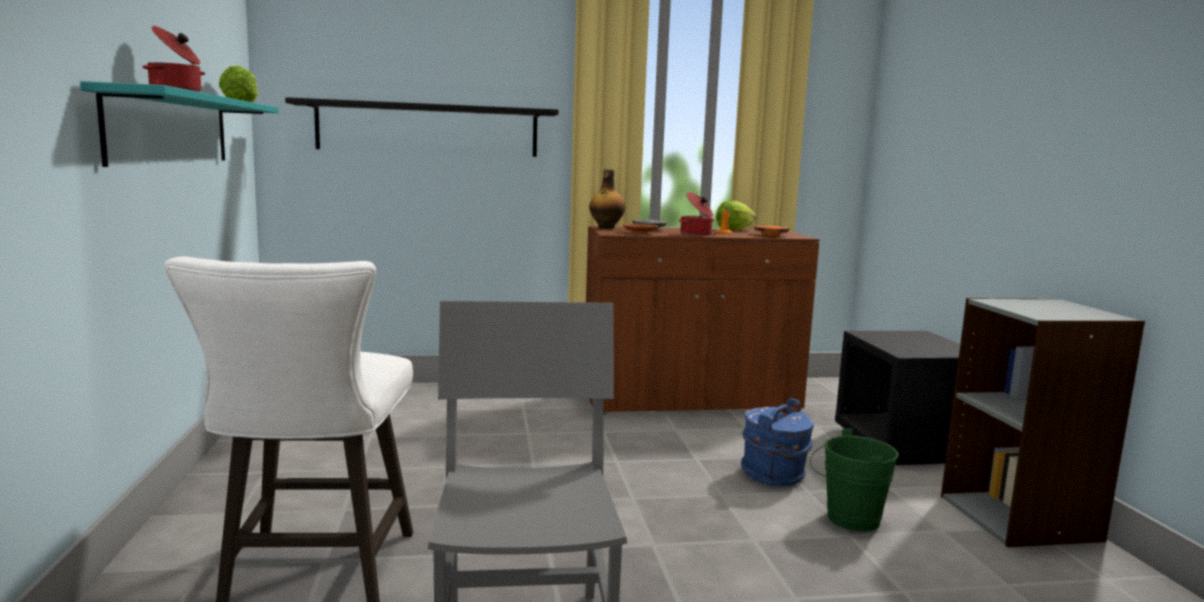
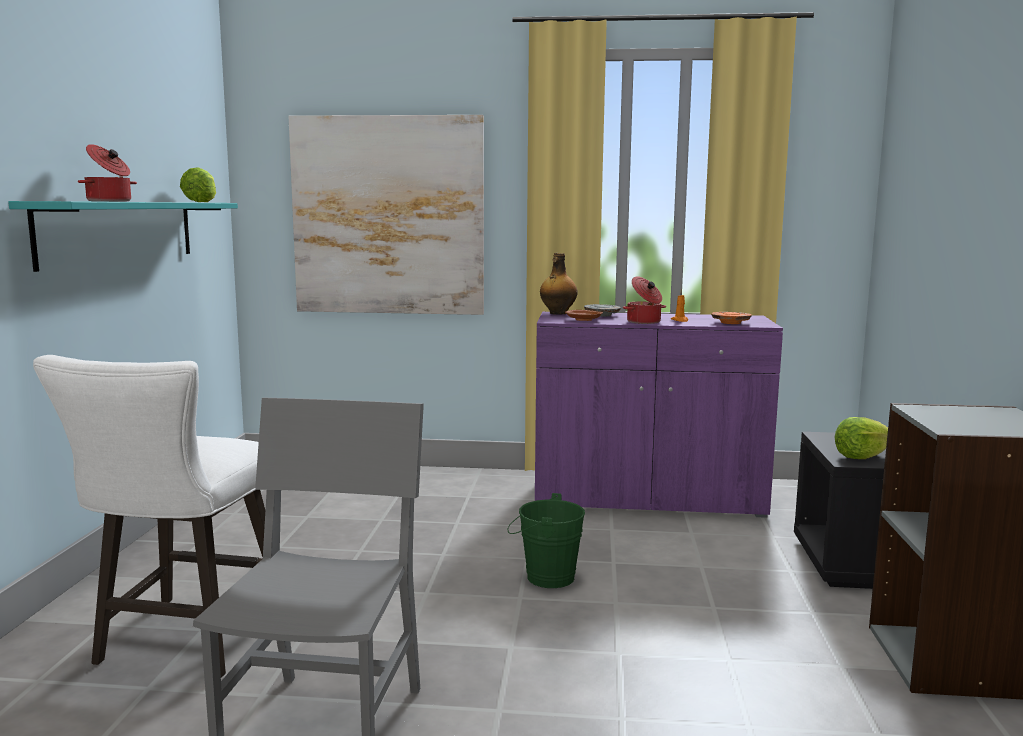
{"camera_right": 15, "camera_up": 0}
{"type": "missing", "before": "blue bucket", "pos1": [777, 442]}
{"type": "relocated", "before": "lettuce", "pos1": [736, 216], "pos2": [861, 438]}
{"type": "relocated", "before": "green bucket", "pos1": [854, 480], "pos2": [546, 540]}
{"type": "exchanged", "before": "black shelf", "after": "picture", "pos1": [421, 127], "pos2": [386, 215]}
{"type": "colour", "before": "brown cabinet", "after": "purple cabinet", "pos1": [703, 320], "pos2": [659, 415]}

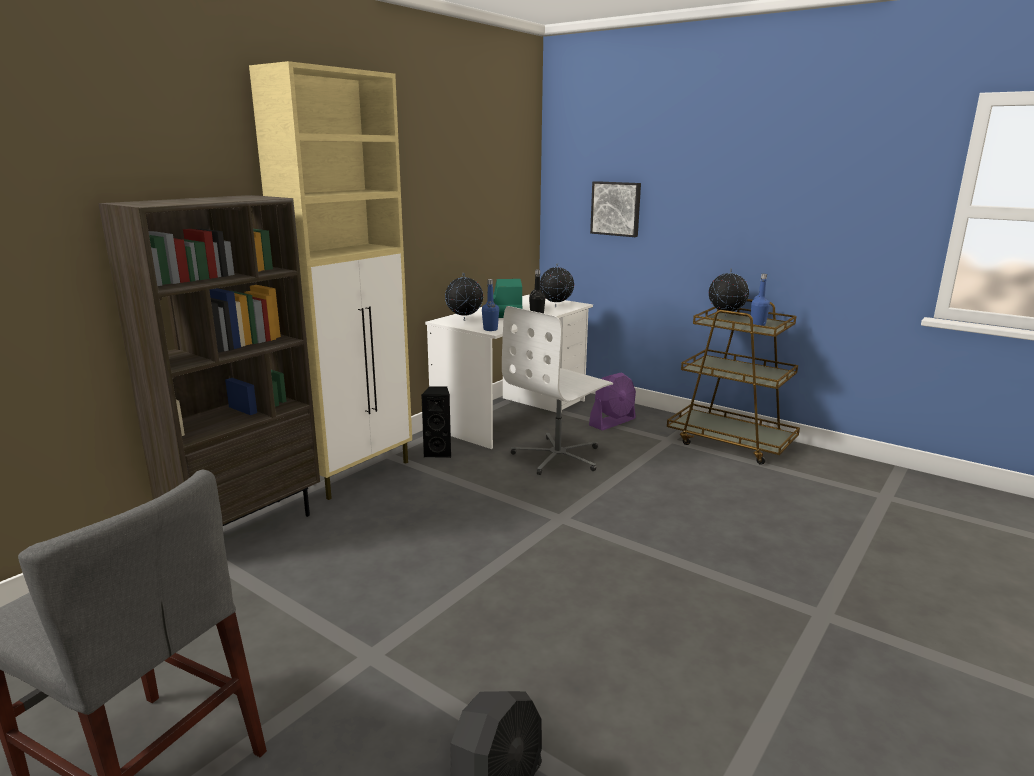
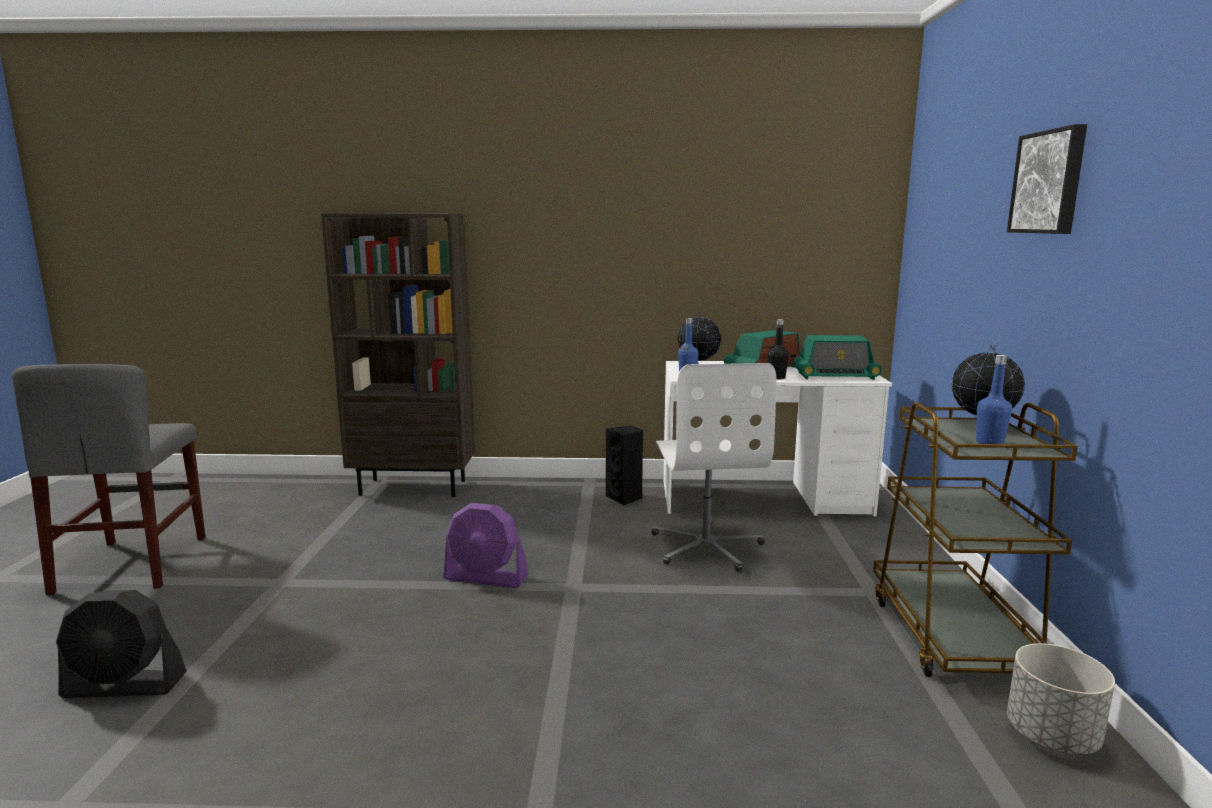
{"camera_right": 55, "camera_up": -5}
{"type": "missing", "before": "beige cabinet", "pos1": [330, 280]}
{"type": "appeared", "after": "grey planter", "pos2": [1061, 699]}
{"type": "relocated", "before": "purple fan", "pos1": [612, 401], "pos2": [486, 545]}
{"type": "relocated", "before": "picture", "pos1": [615, 209], "pos2": [1047, 179]}
{"type": "exchanged", "before": "globe", "after": "radio", "pos1": [557, 285], "pos2": [837, 357]}
{"type": "spun", "before": "white office chair", "pos1": [557, 390], "pos2": [714, 467], "turn": -105}

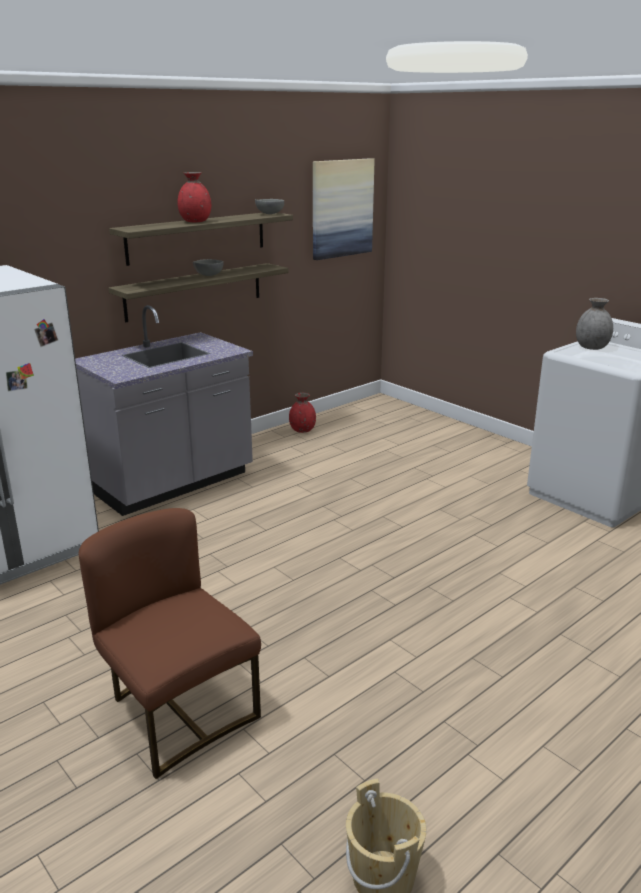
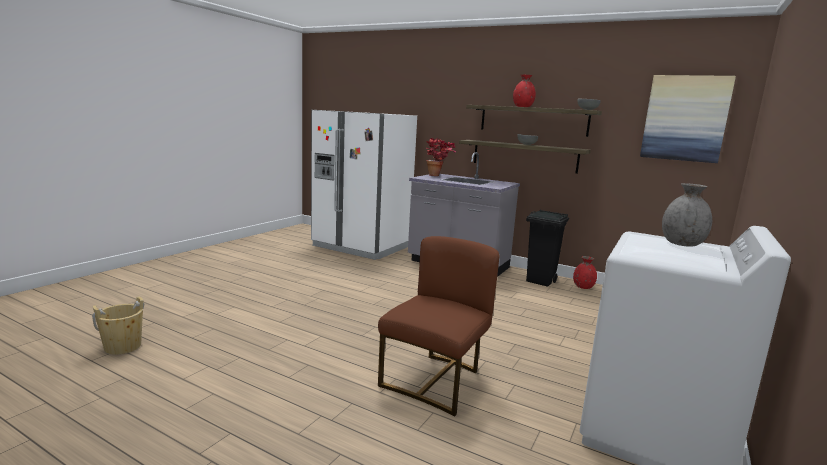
{"camera_right": 70, "camera_up": -10}
{"type": "appeared", "after": "potted plant", "pos2": [441, 157]}
{"type": "appeared", "after": "black trash can", "pos2": [547, 248]}
{"type": "relocated", "before": "brown chair", "pos1": [169, 643], "pos2": [438, 326]}

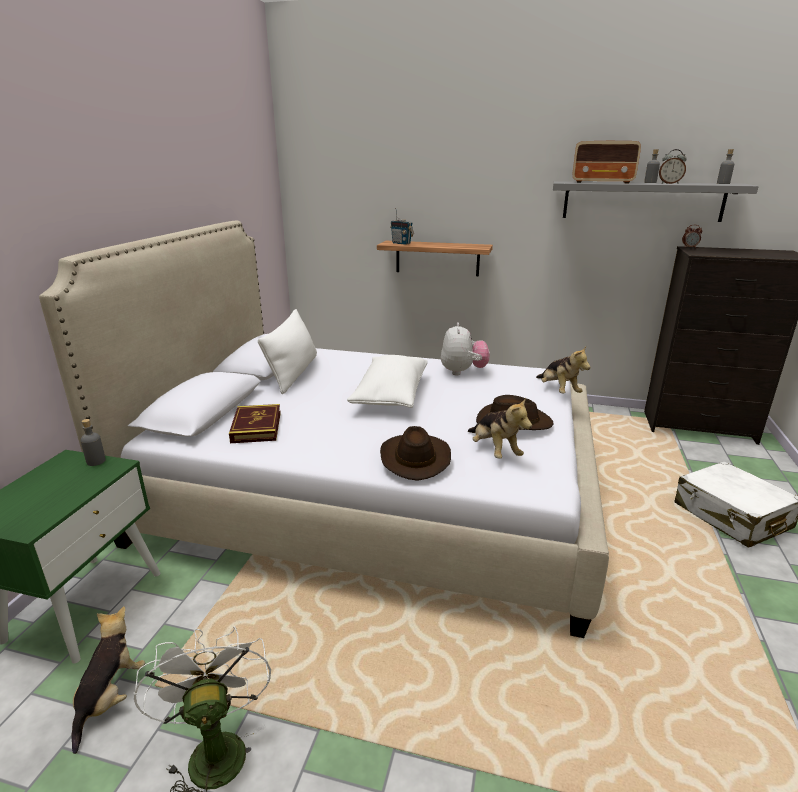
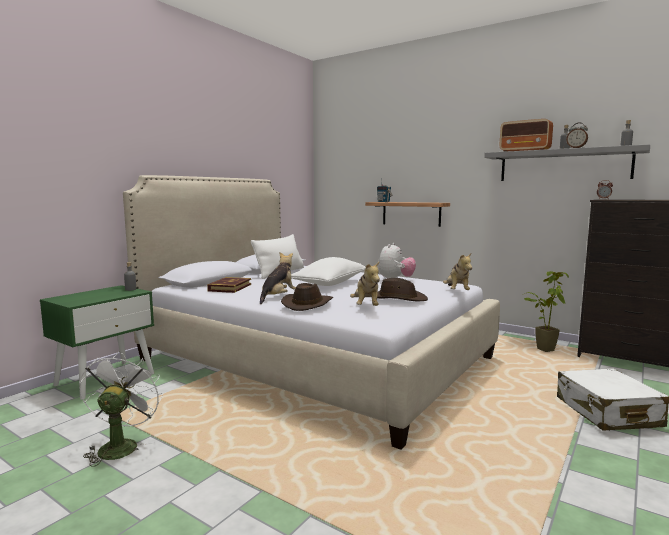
{"camera_right": 20, "camera_up": -15}
{"type": "appeared", "after": "potted plant", "pos2": [546, 311]}
{"type": "relocated", "before": "plush toy", "pos1": [108, 680], "pos2": [278, 278]}

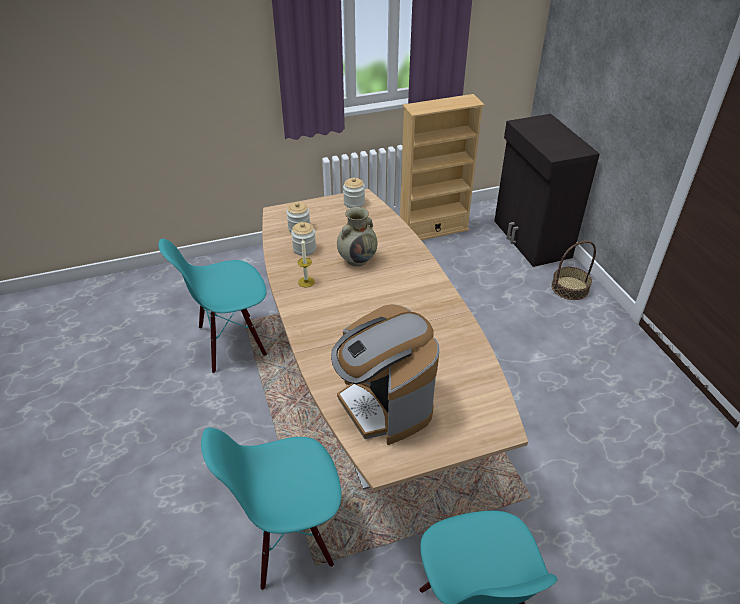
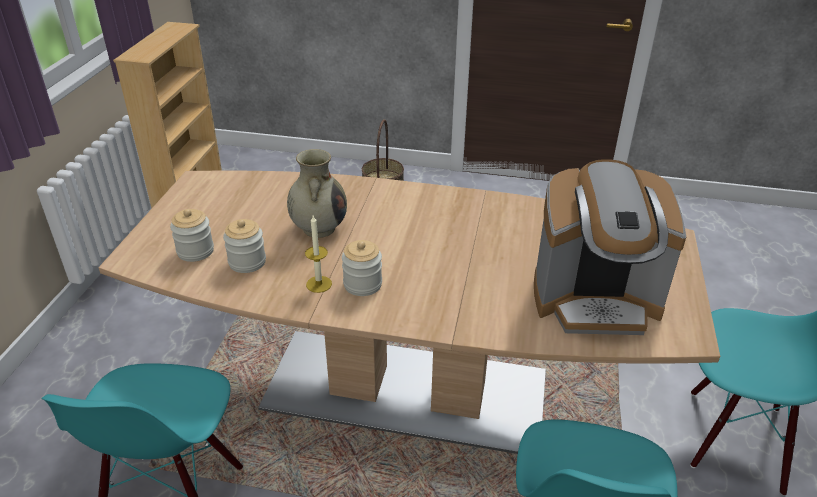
{"camera_right": -60, "camera_up": -5}
{"type": "missing", "before": "black cabinet", "pos1": [547, 190]}
{"type": "relocated", "before": "jar", "pos1": [354, 193], "pos2": [362, 268]}

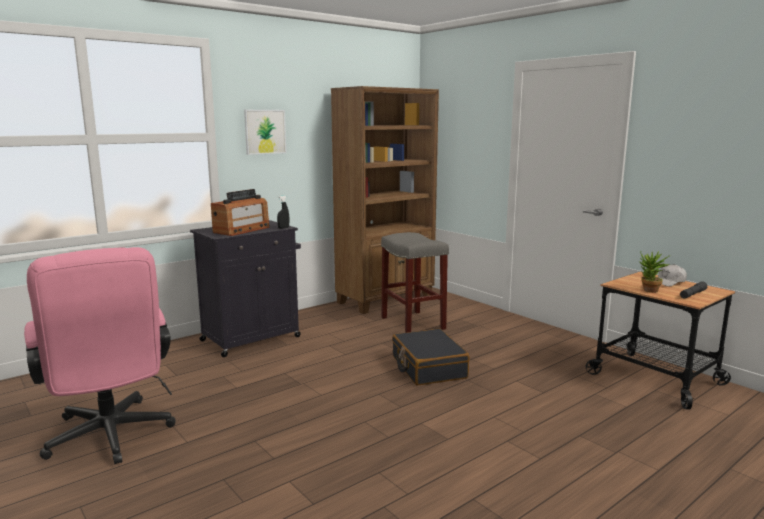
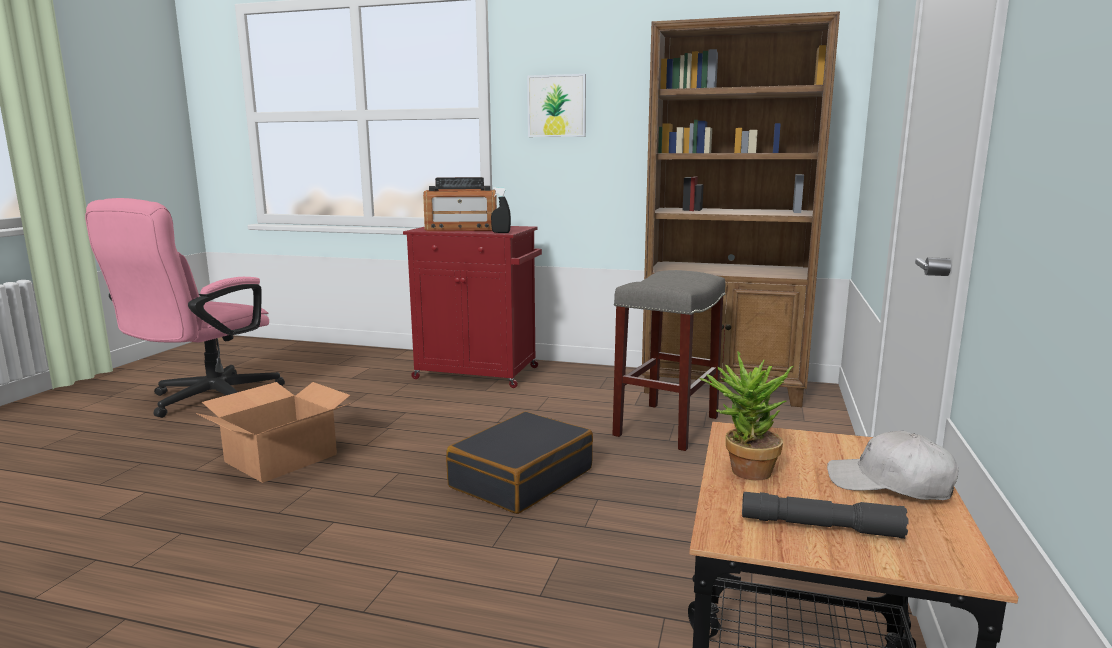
{"camera_right": 55, "camera_up": 0}
{"type": "appeared", "after": "cardboard box", "pos2": [273, 432]}
{"type": "colour", "before": "black cabinet", "after": "red cabinet", "pos1": [245, 288], "pos2": [472, 307]}

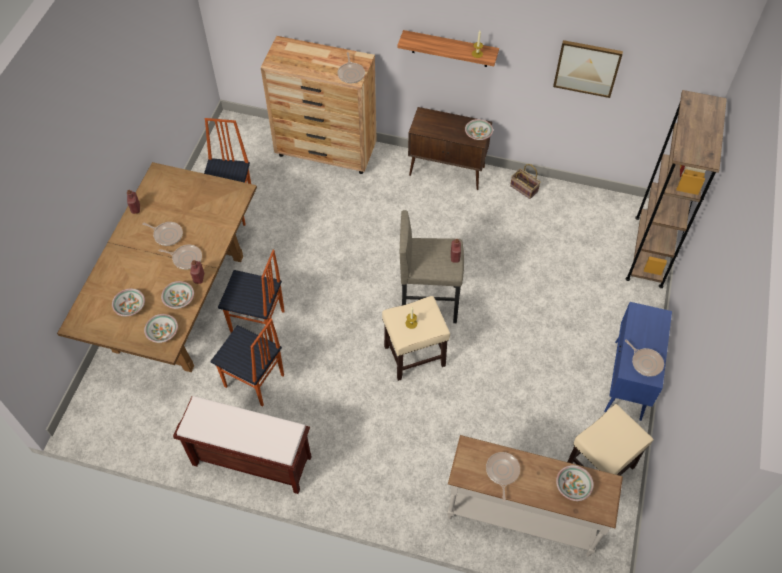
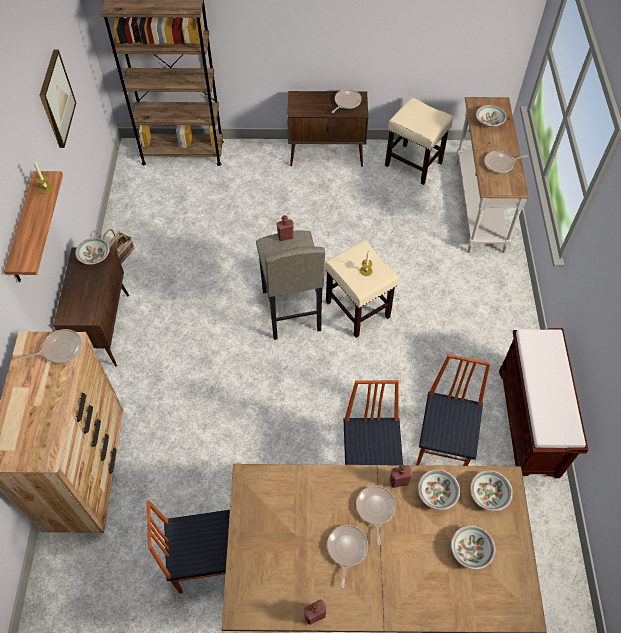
{"camera_right": -105, "camera_up": 0}
{"type": "colour", "before": "blue cabinet", "after": "brown cabinet", "pos1": [638, 361], "pos2": [327, 129]}

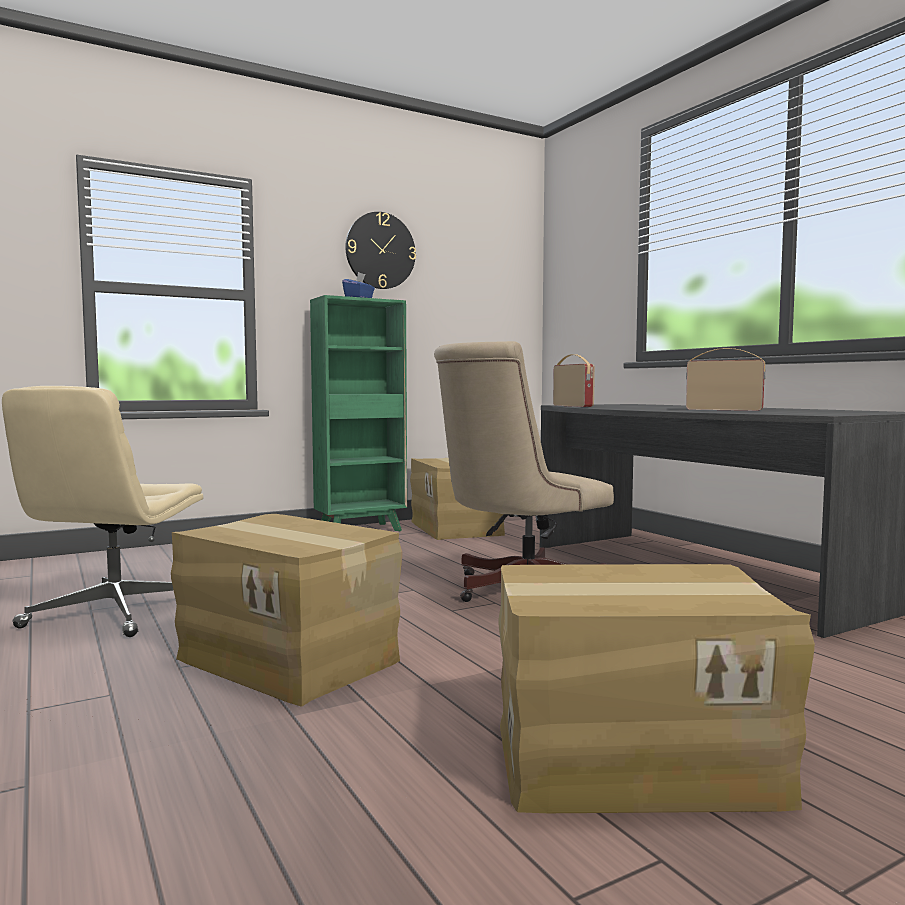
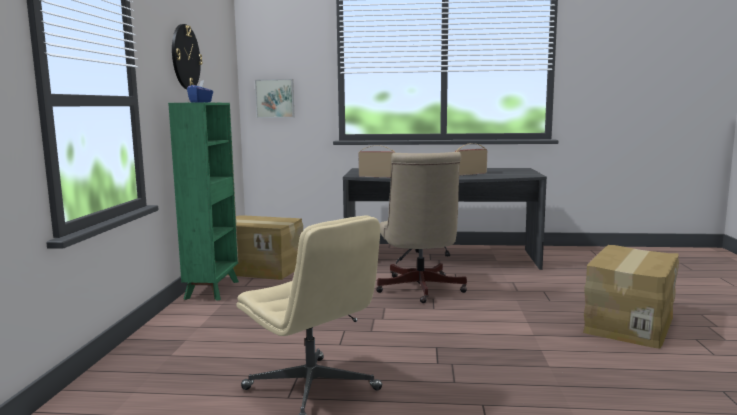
{"camera_right": -55, "camera_up": 5}
{"type": "missing", "before": "cardboard box", "pos1": [286, 610]}
{"type": "appeared", "after": "picture", "pos2": [275, 98]}

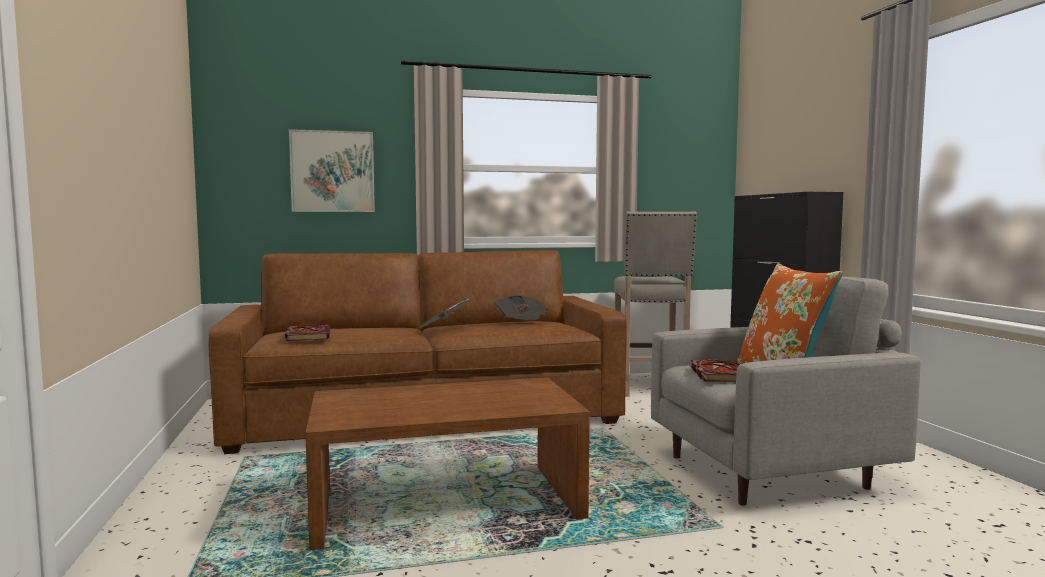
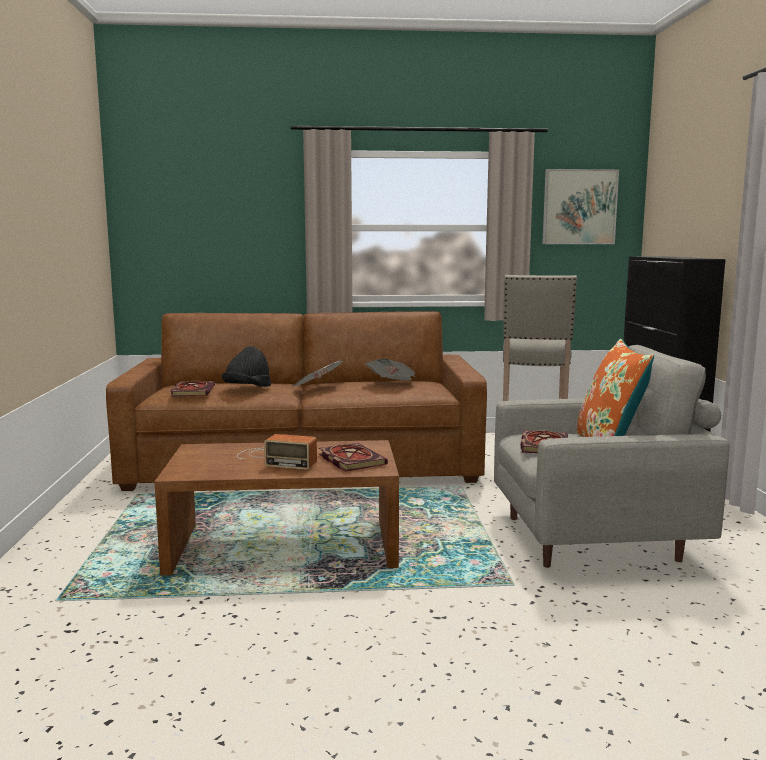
{"camera_right": 10, "camera_up": 5}
{"type": "appeared", "after": "black hat", "pos2": [246, 366]}
{"type": "appeared", "after": "radio", "pos2": [277, 452]}
{"type": "appeared", "after": "book", "pos2": [353, 457]}
{"type": "relocated", "before": "picture", "pos1": [332, 170], "pos2": [580, 206]}

